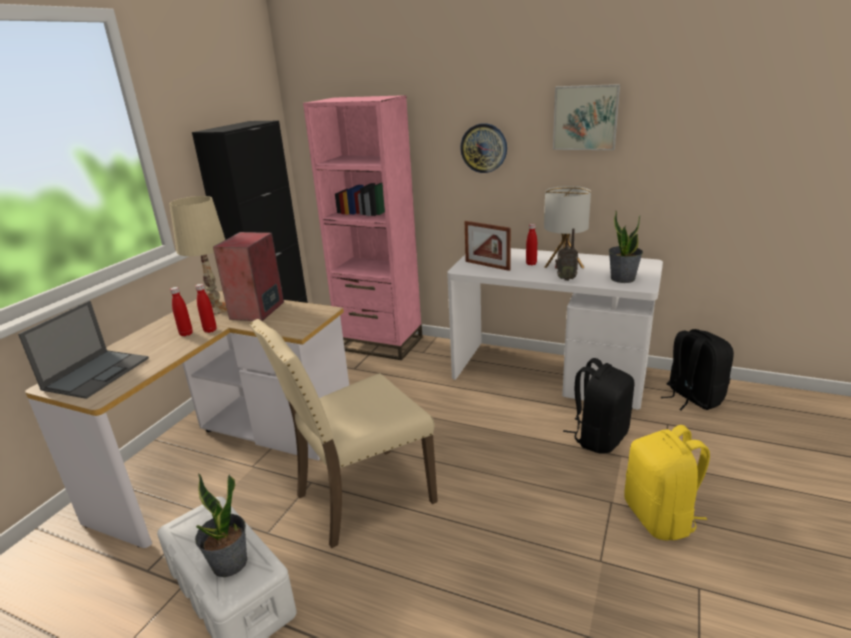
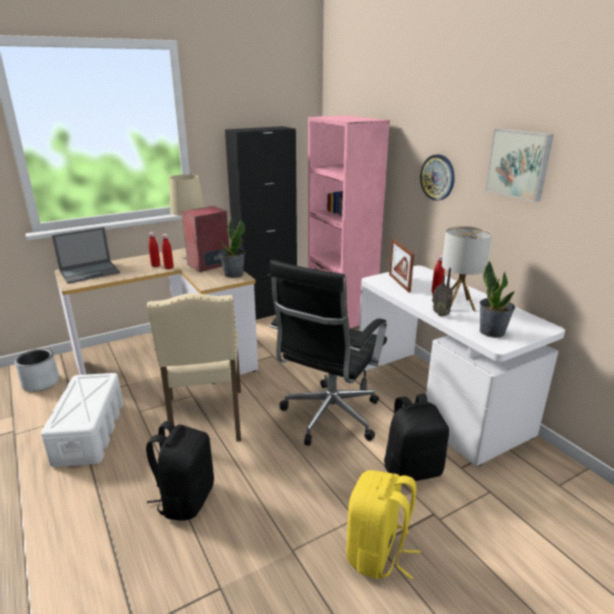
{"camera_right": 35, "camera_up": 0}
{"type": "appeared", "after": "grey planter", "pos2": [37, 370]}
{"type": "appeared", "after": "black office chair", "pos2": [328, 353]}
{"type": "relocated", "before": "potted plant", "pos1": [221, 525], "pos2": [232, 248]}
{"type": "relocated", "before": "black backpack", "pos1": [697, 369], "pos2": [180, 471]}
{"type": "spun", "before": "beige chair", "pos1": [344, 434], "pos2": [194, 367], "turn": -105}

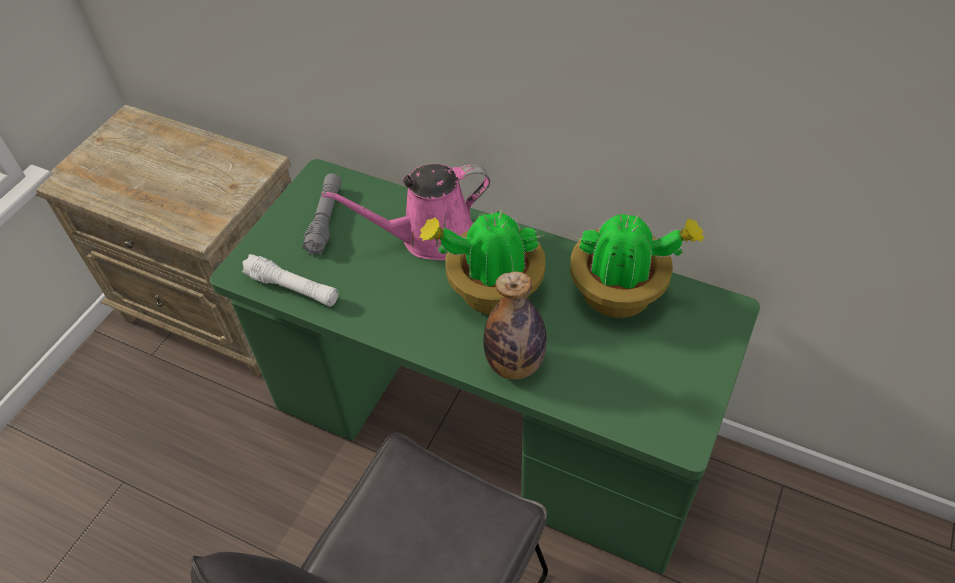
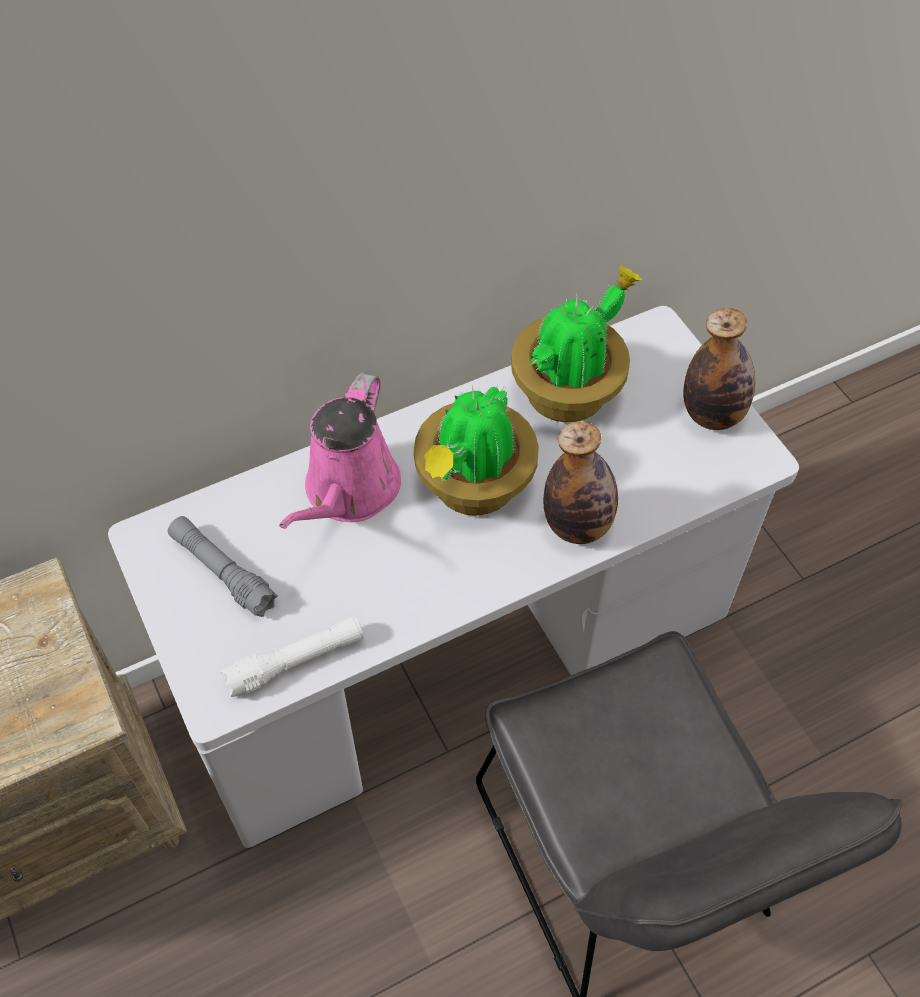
{"camera_right": -55, "camera_up": 5}
{"type": "appeared", "after": "bottle", "pos2": [719, 369]}
{"type": "colour", "before": "green desk", "after": "white desk", "pos1": [485, 366], "pos2": [453, 577]}

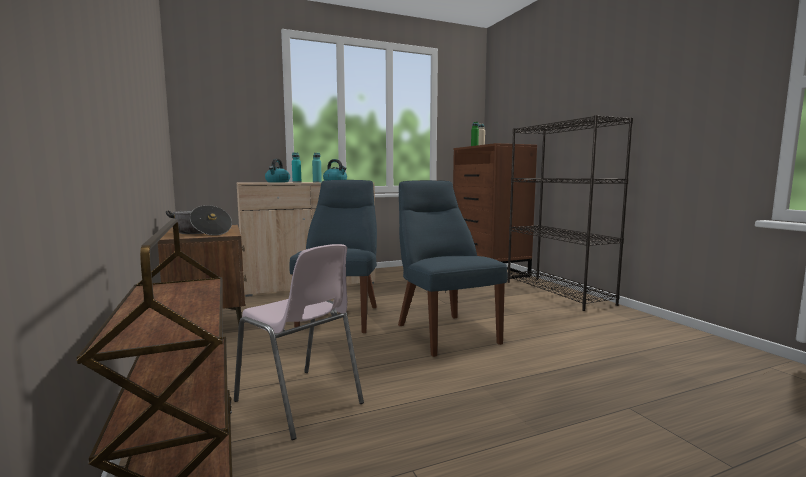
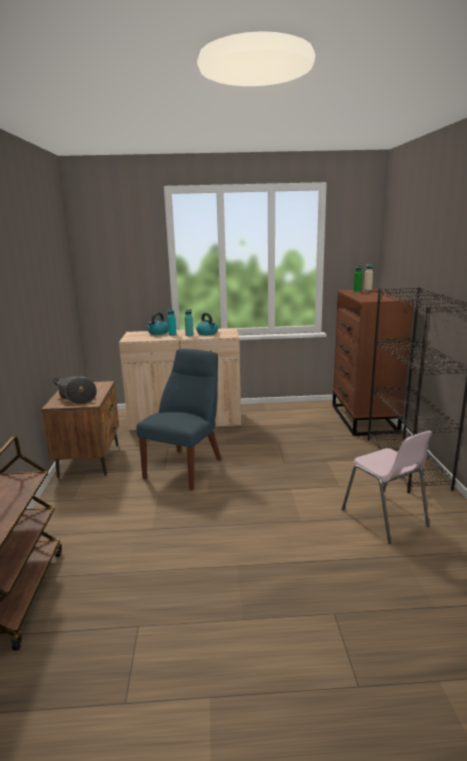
{"camera_right": 20, "camera_up": 10}
{"type": "missing", "before": "blue chair", "pos1": [452, 268]}
{"type": "relocated", "before": "pink chair", "pos1": [299, 342], "pos2": [386, 487]}

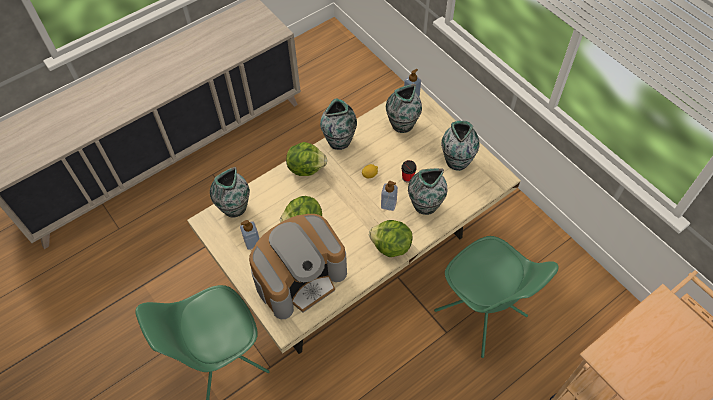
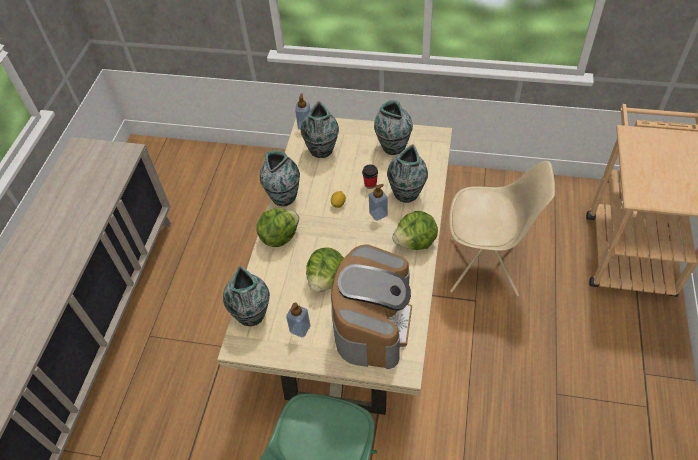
{"camera_right": -40, "camera_up": -5}
{"type": "colour", "before": "green chair", "after": "beige chair", "pos1": [496, 297], "pos2": [502, 229]}

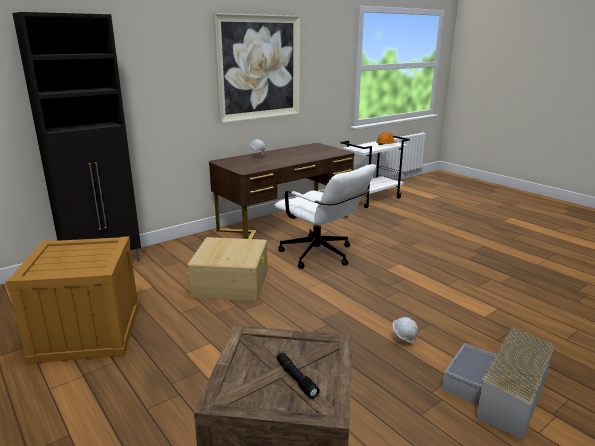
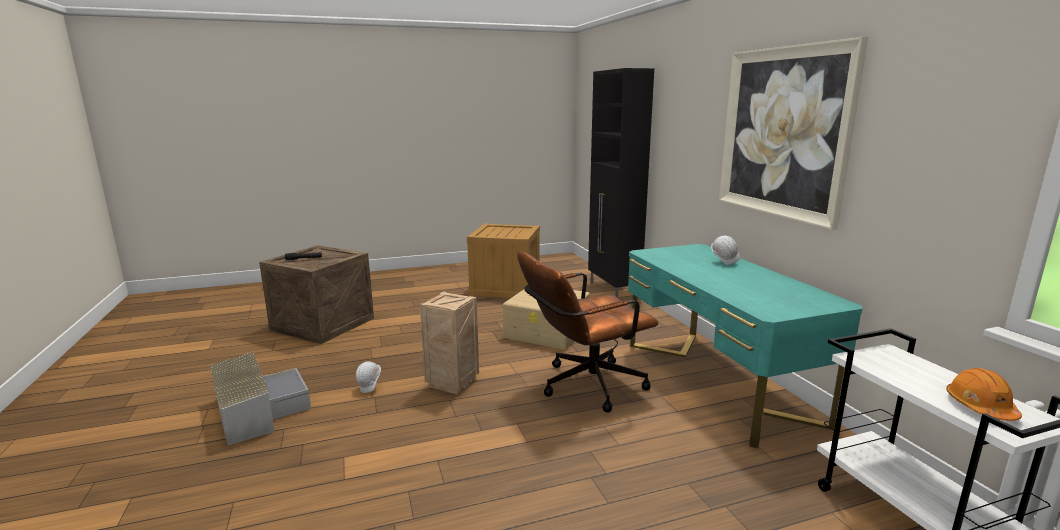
{"camera_right": 110, "camera_up": -5}
{"type": "appeared", "after": "crate", "pos2": [449, 342]}
{"type": "colour", "before": "brown desk", "after": "turquoise desk", "pos1": [282, 191], "pos2": [745, 346]}
{"type": "colour", "before": "white office chair", "after": "brown office chair", "pos1": [325, 216], "pos2": [587, 332]}

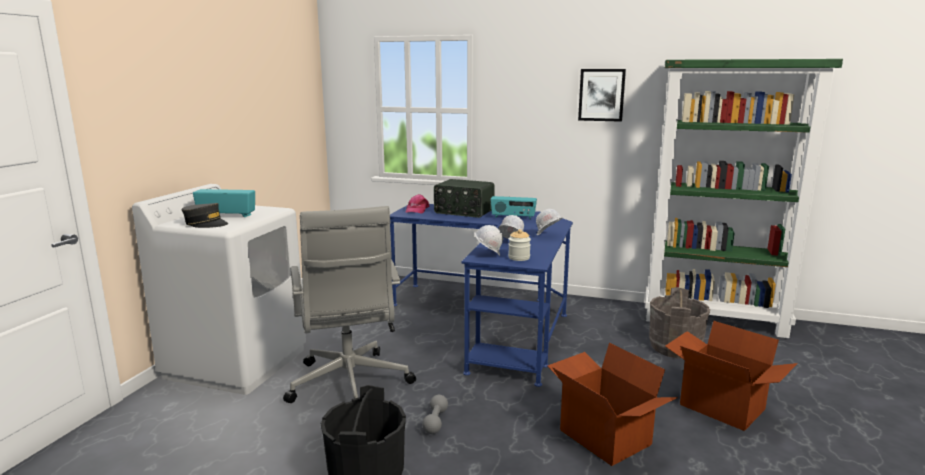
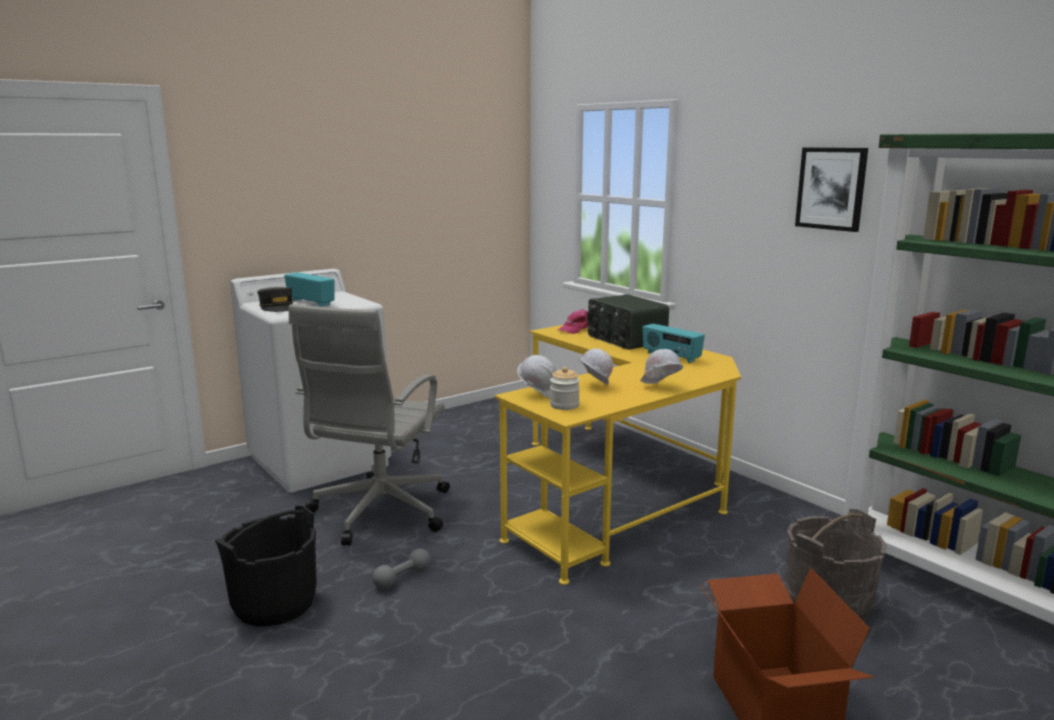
{"camera_right": 35, "camera_up": 0}
{"type": "missing", "before": "cardboard box", "pos1": [612, 404]}
{"type": "colour", "before": "blue desk", "after": "yellow desk", "pos1": [481, 295], "pos2": [618, 455]}

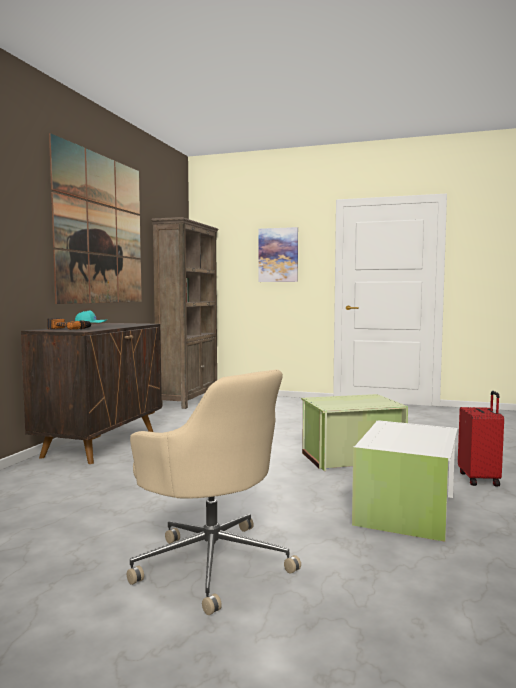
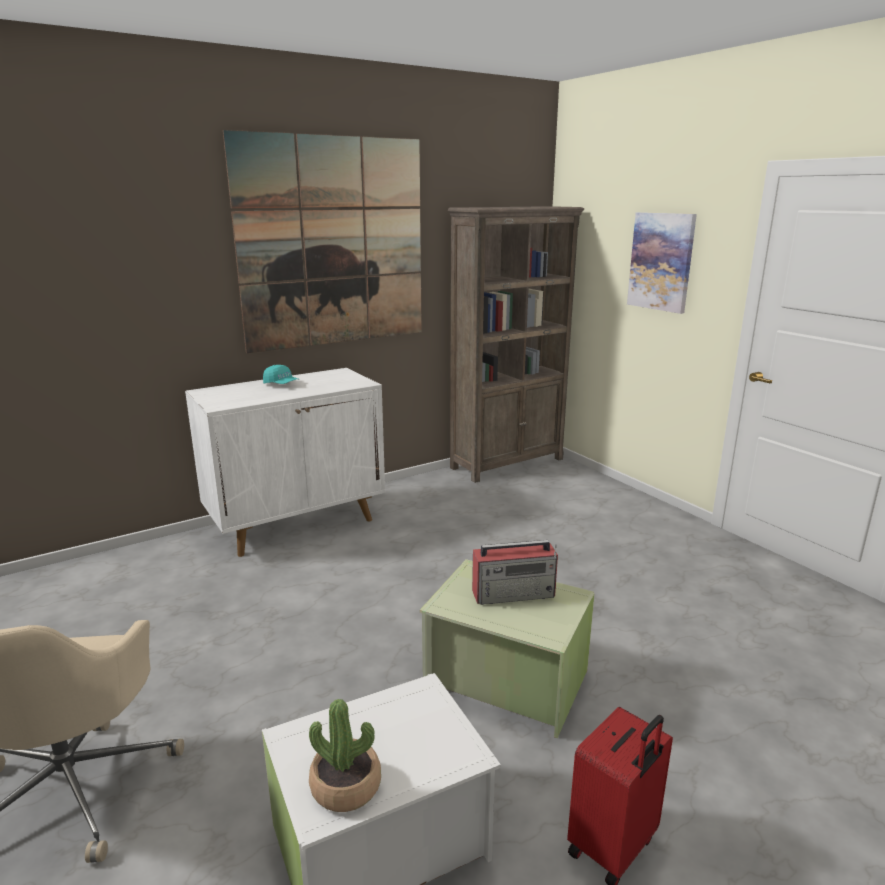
{"camera_right": 40, "camera_up": 15}
{"type": "missing", "before": "power drill", "pos1": [69, 324]}
{"type": "appeared", "after": "potted plant", "pos2": [345, 755]}
{"type": "appeared", "after": "radio", "pos2": [515, 572]}
{"type": "colour", "before": "brown cabinet", "after": "white cabinet", "pos1": [91, 393], "pos2": [285, 462]}

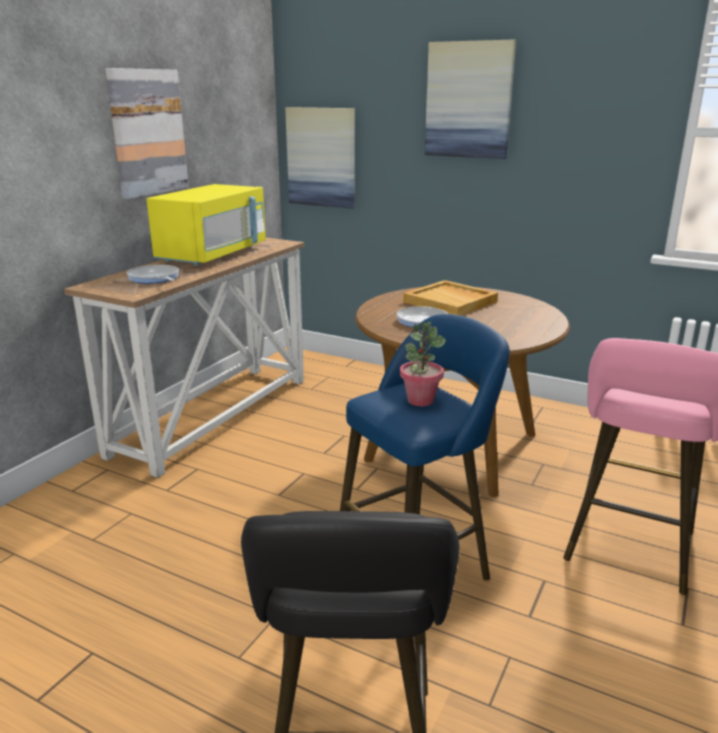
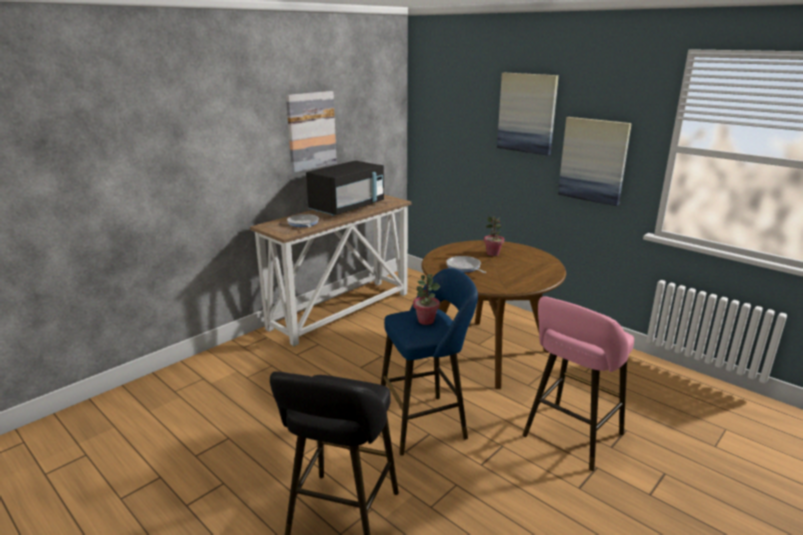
{"camera_right": 15, "camera_up": 0}
{"type": "relocated", "before": "picture", "pos1": [320, 158], "pos2": [595, 161]}
{"type": "exchanged", "before": "beige tray", "after": "potted plant", "pos1": [450, 298], "pos2": [494, 236]}
{"type": "colour", "before": "yellow microwave", "after": "black microwave", "pos1": [206, 225], "pos2": [345, 188]}

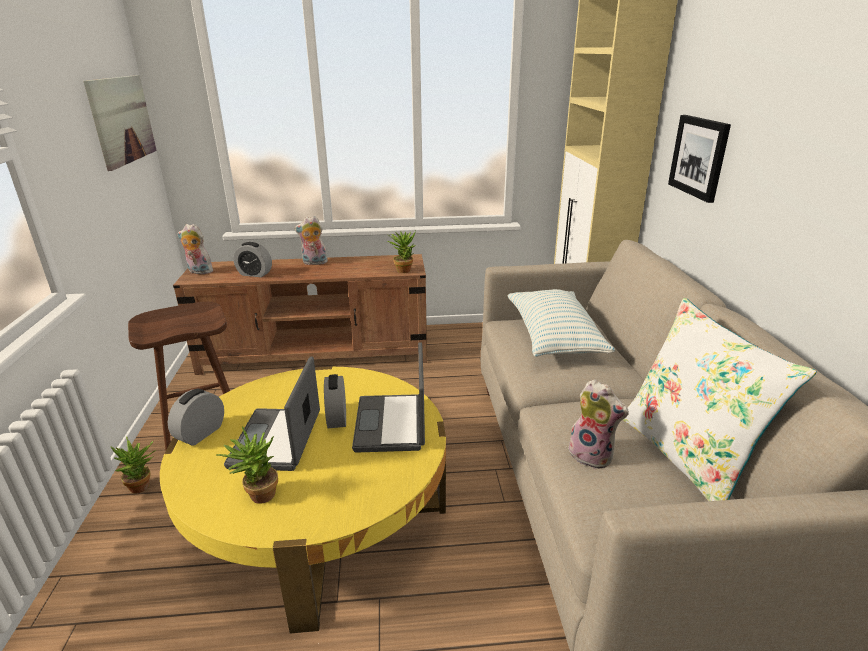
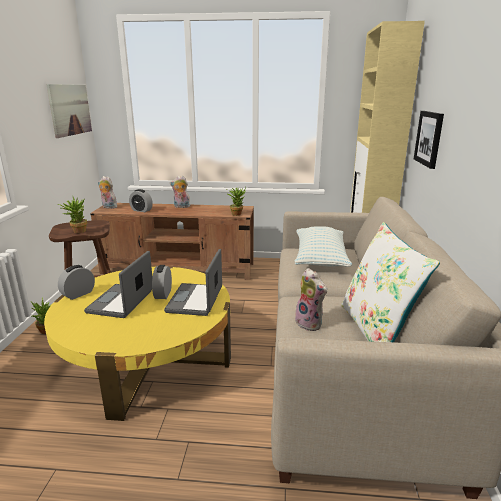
{"camera_right": 10, "camera_up": -5}
{"type": "relocated", "before": "potted plant", "pos1": [247, 465], "pos2": [72, 215]}

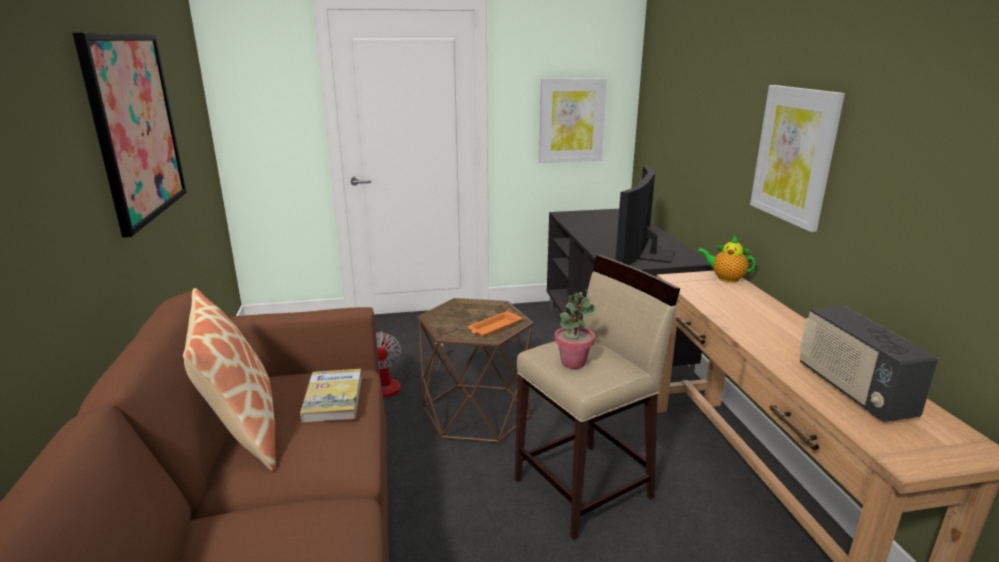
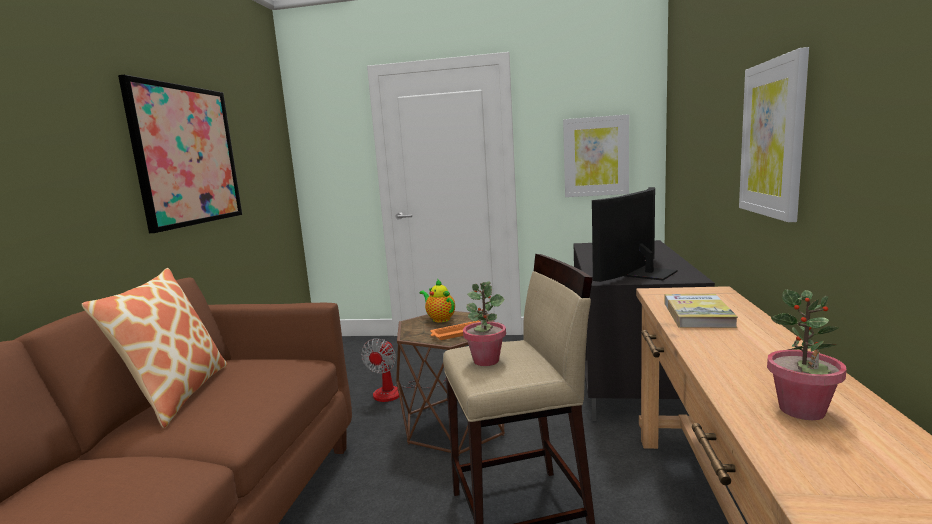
{"camera_right": 20, "camera_up": -10}
{"type": "relocated", "before": "book", "pos1": [331, 396], "pos2": [701, 311]}
{"type": "relocated", "before": "teapot", "pos1": [726, 259], "pos2": [437, 301]}
{"type": "exchanged", "before": "radio", "after": "potted plant", "pos1": [869, 364], "pos2": [807, 355]}

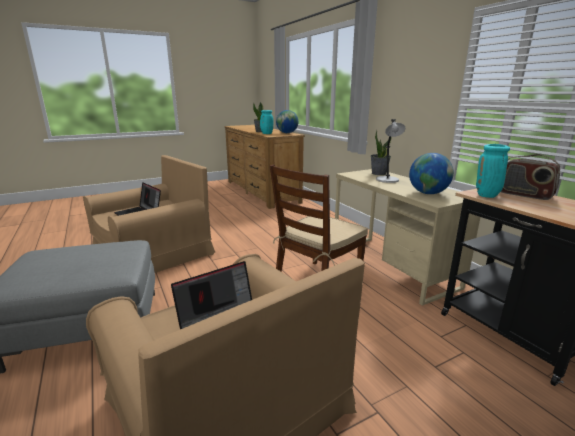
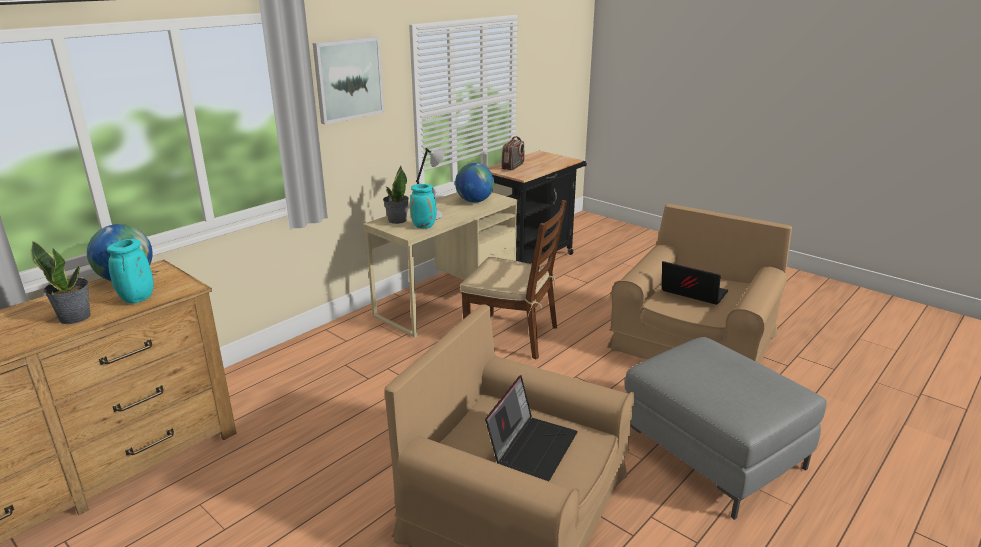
{"camera_right": -110, "camera_up": 5}
{"type": "appeared", "after": "picture", "pos2": [348, 80]}
{"type": "relocated", "before": "turquoise vase", "pos1": [493, 171], "pos2": [423, 206]}

